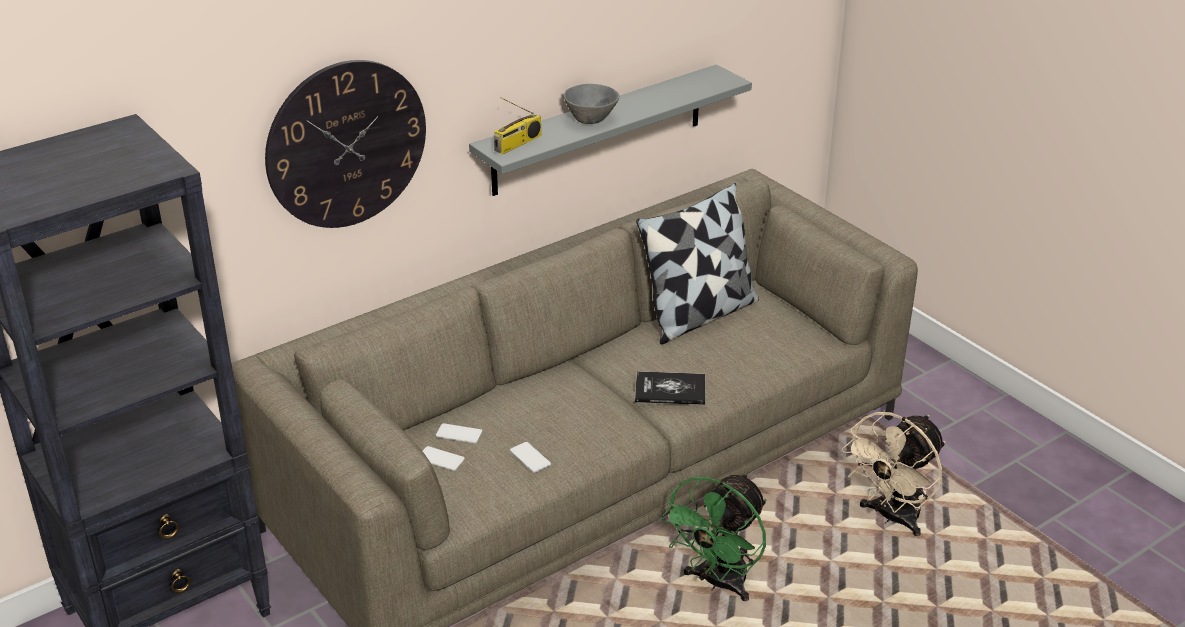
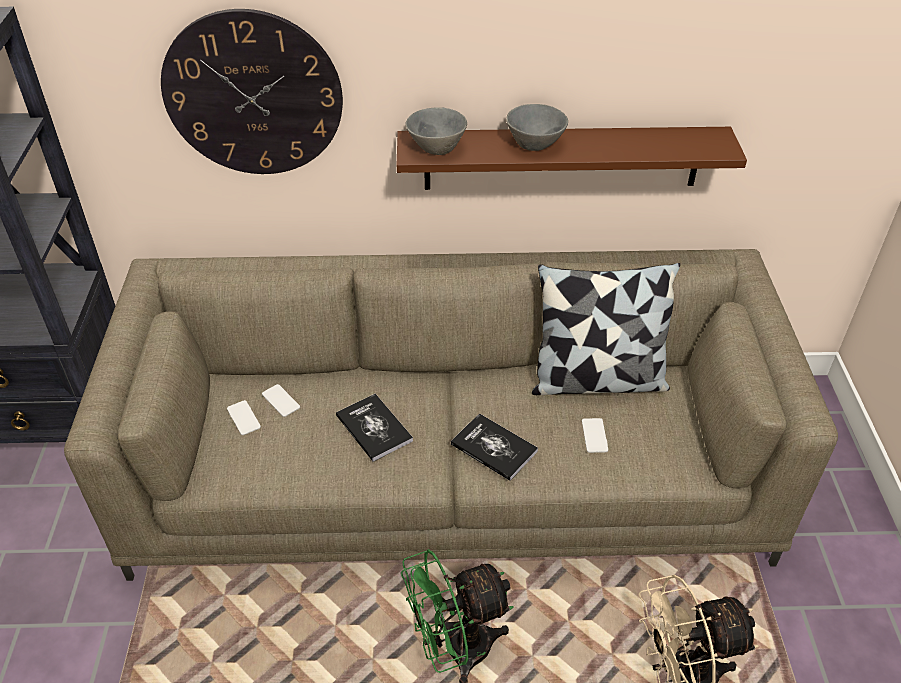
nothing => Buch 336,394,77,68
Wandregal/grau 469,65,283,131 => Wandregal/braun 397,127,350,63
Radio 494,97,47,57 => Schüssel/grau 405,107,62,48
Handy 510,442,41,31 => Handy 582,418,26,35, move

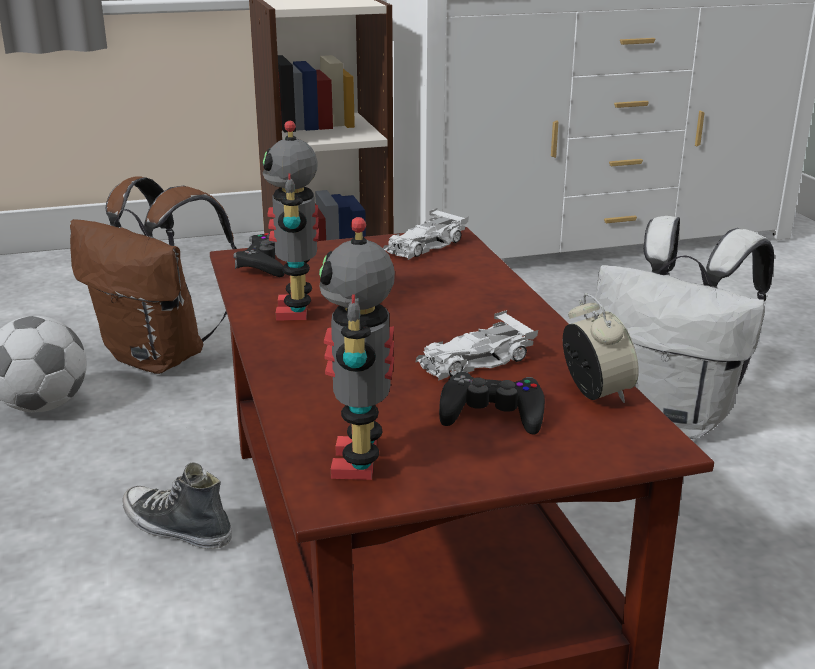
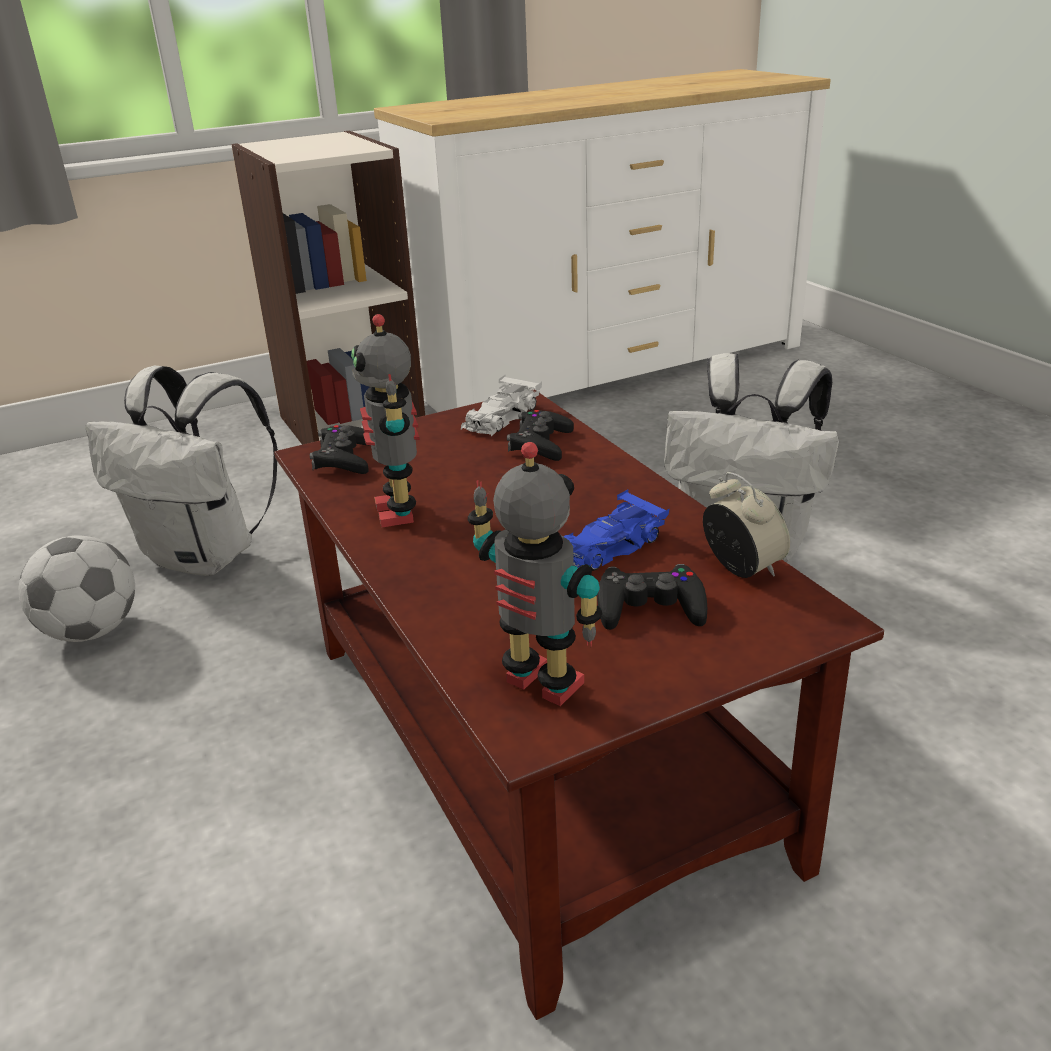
Rucksack/braun 70,176,167,198 => Rucksack/weiß 86,366,192,210
Spielzeugroboter 319,217,76,263 => Spielzeugroboter 468,442,134,264, 135 degrees clockwise
nothing => Gamepad/schwarz 507,410,67,51
Spielzeugauto/weiß 416,310,122,71 => Spielzeugauto/blau 564,489,105,82
Schuh 123,462,109,87 => nothing

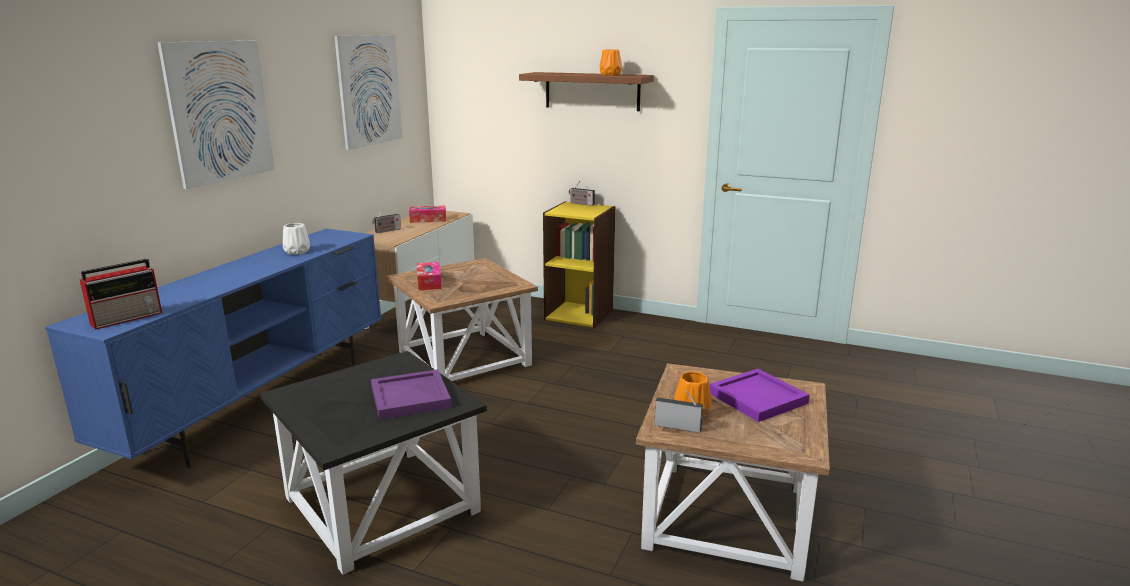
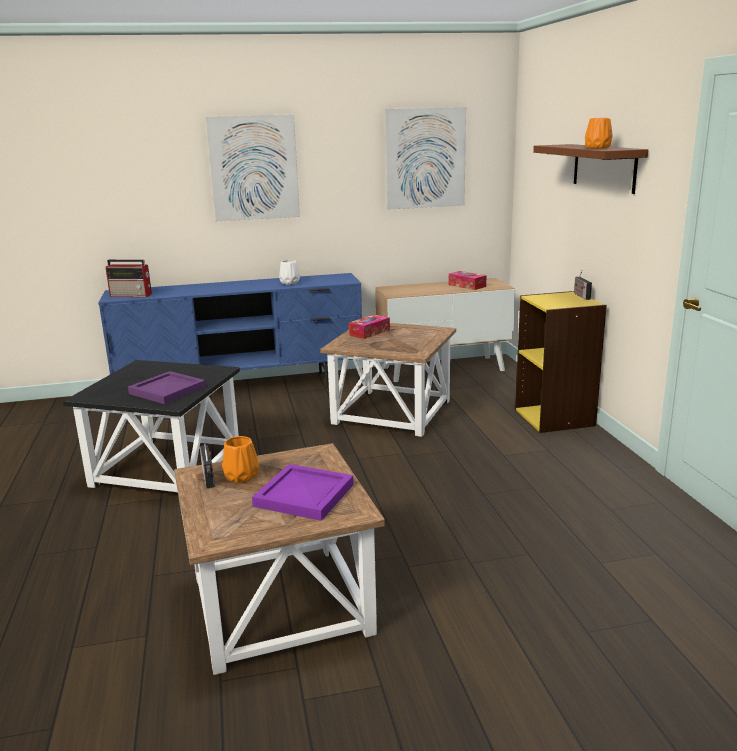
Radio 372,209,29,24 => nothing

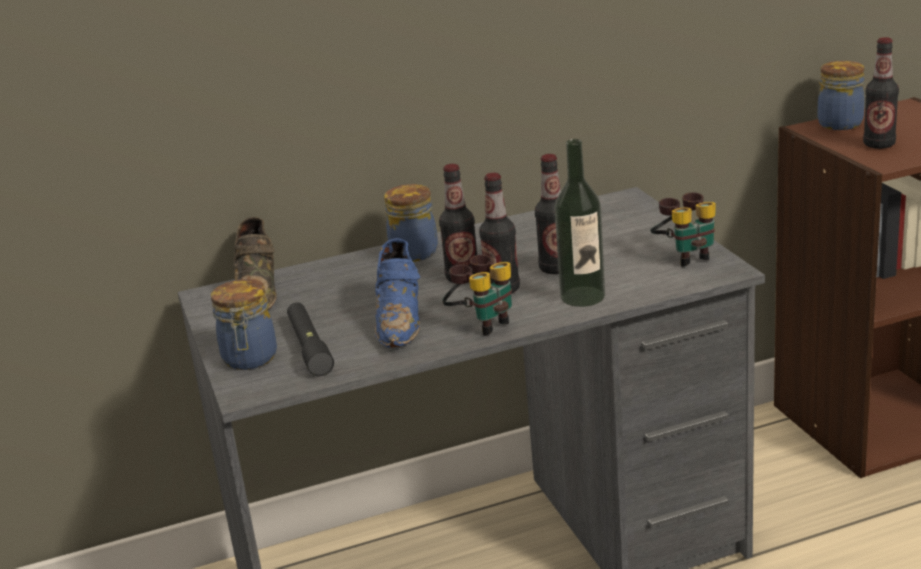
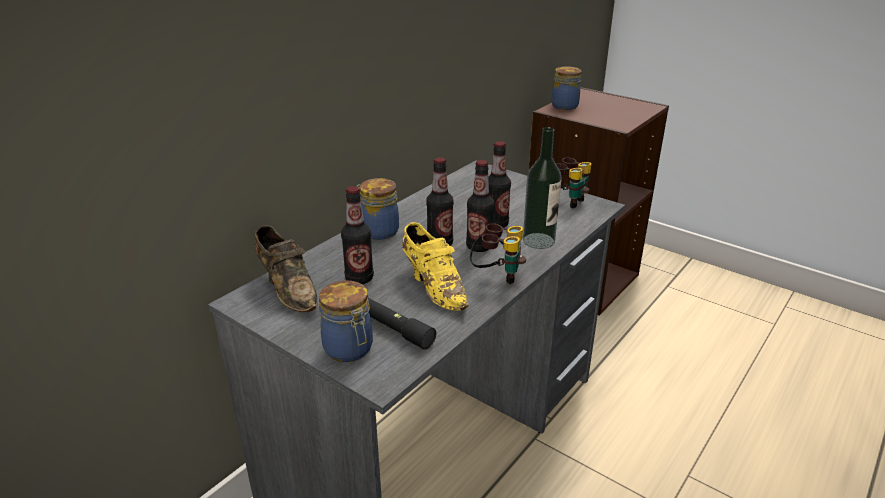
Flasche 863,37,36,112 => Flasche 341,186,33,98, move
Schuh/blau 375,238,45,110 => Schuh/gelb 402,222,67,89

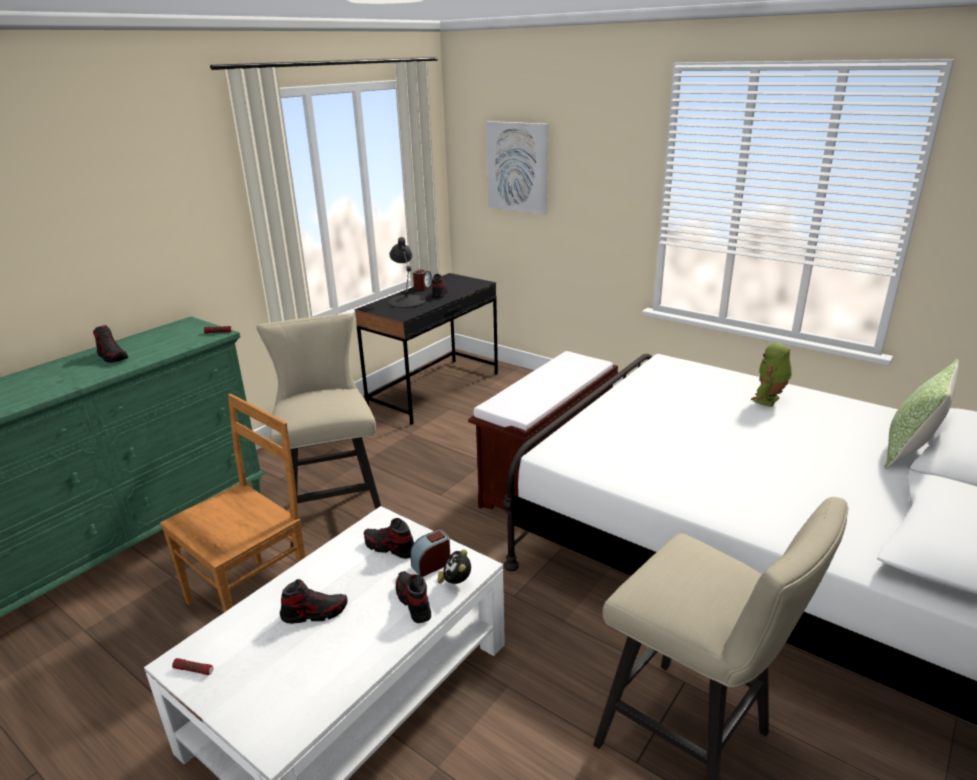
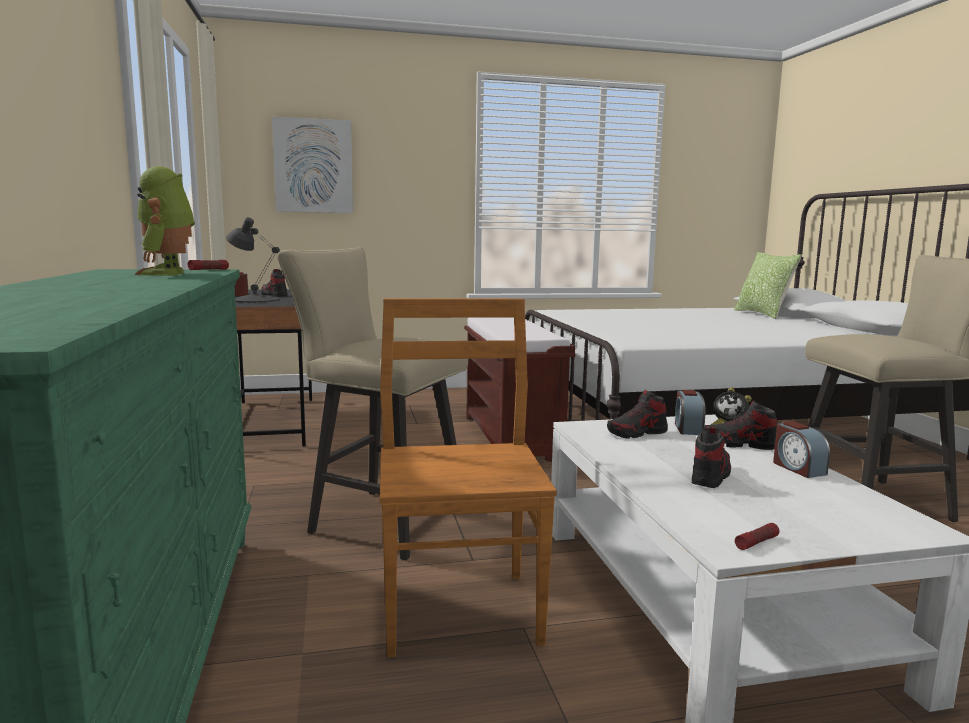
Spielzeugroboter 750,343,42,64 => Spielzeugroboter 135,166,60,109, move
nothing => Wecker 773,421,57,57
Schuh 93,325,35,38 => nothing

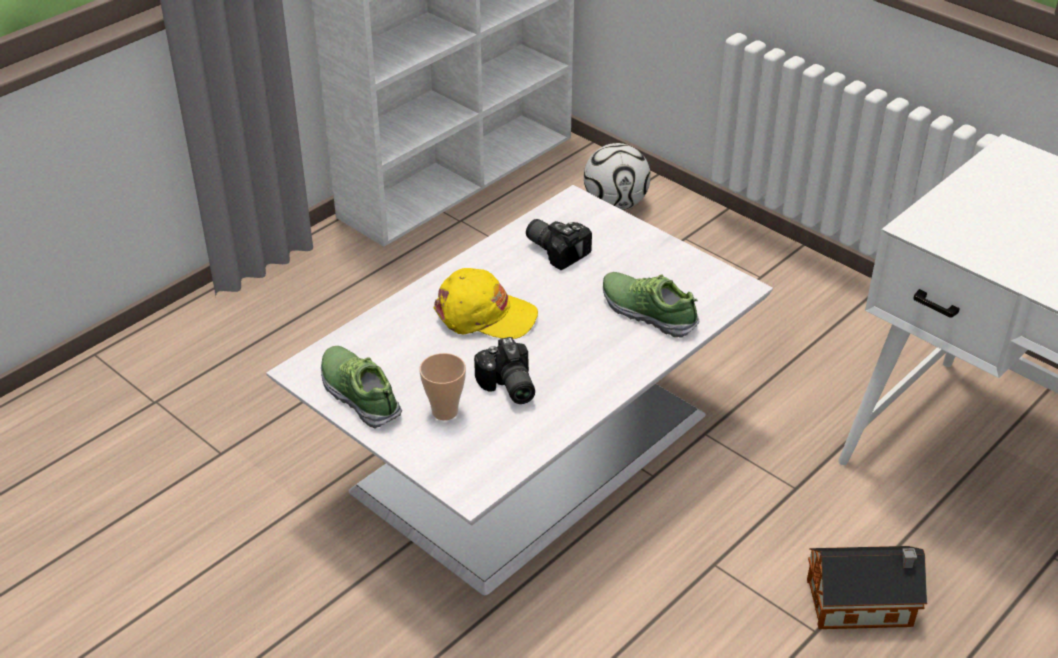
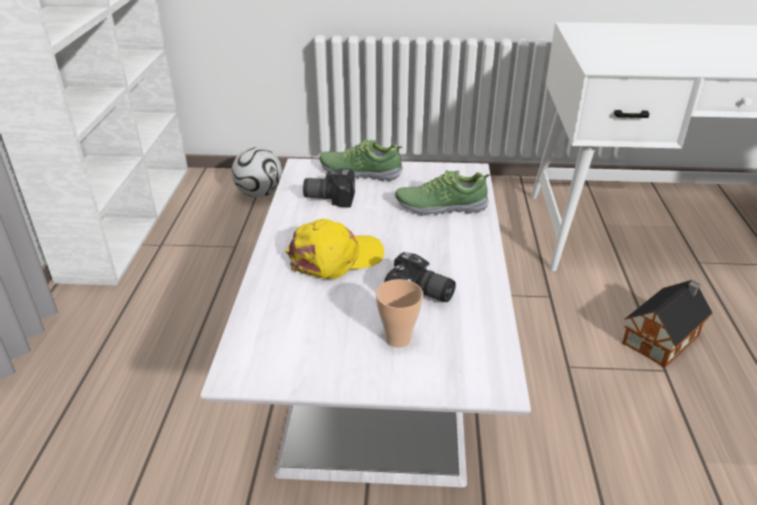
Schuh 321,346,81,83 => Schuh 319,139,84,42, move

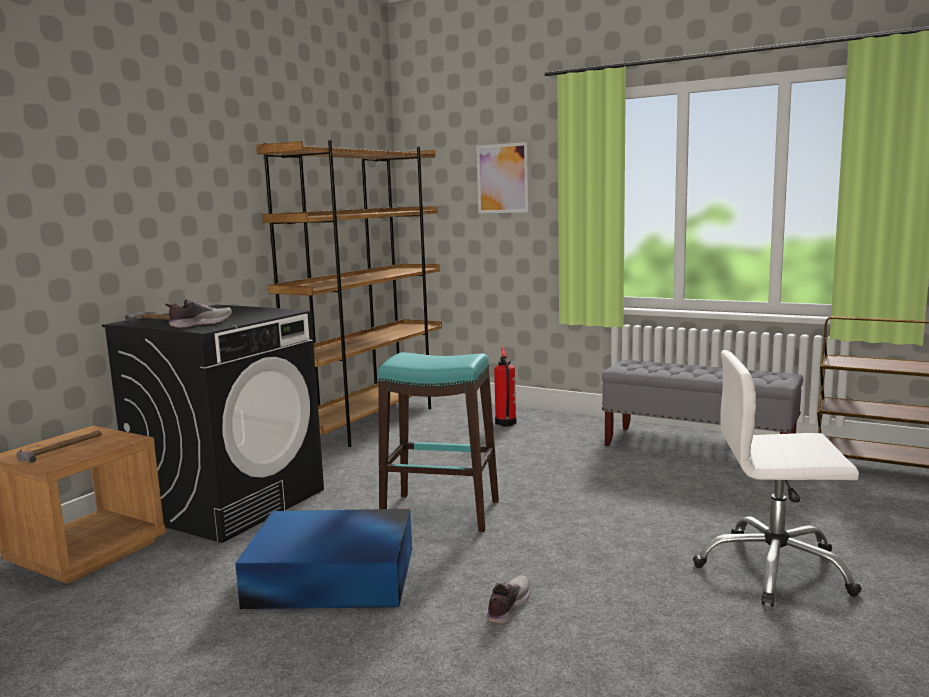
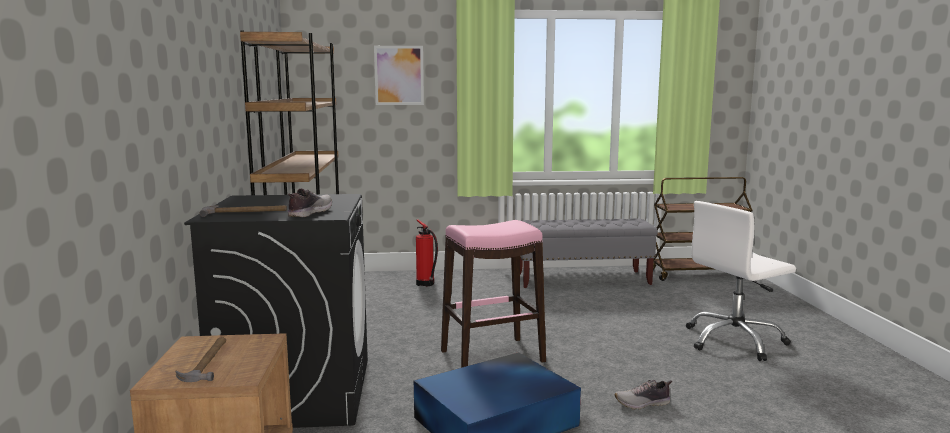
Hocker/türkis 378,352,121,180 => Hocker/rosa 441,220,105,148
Schuh 487,575,43,49 => Schuh 615,380,57,29, 90 degrees counterclockwise

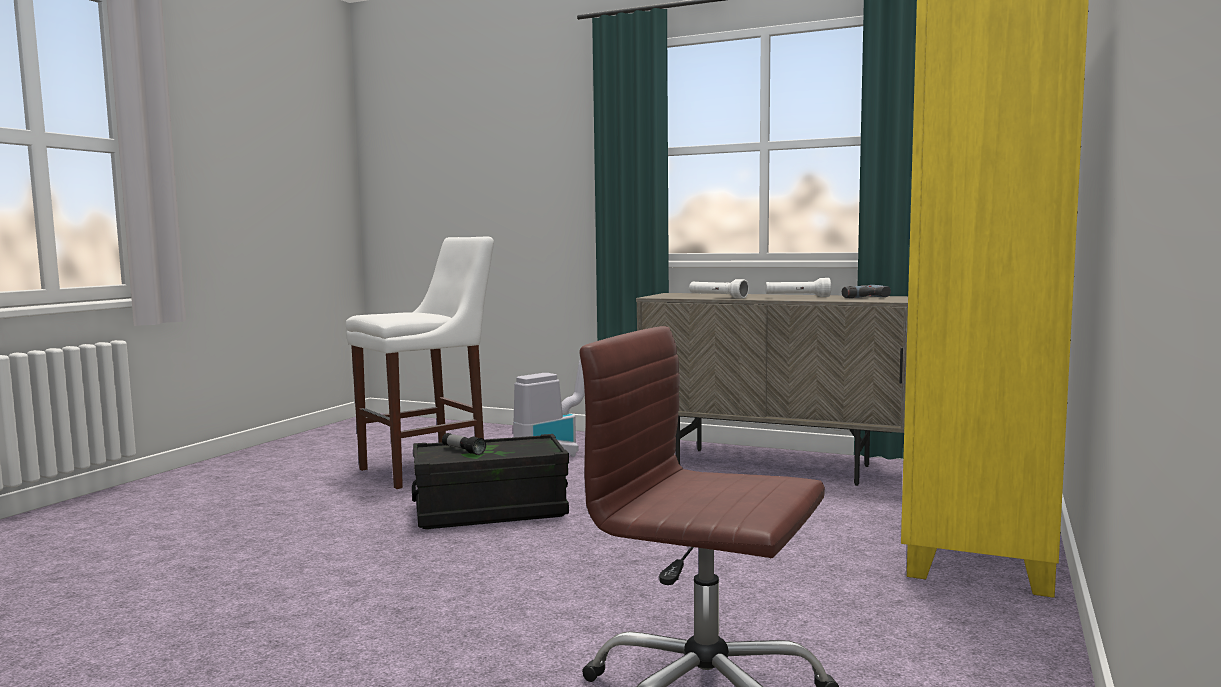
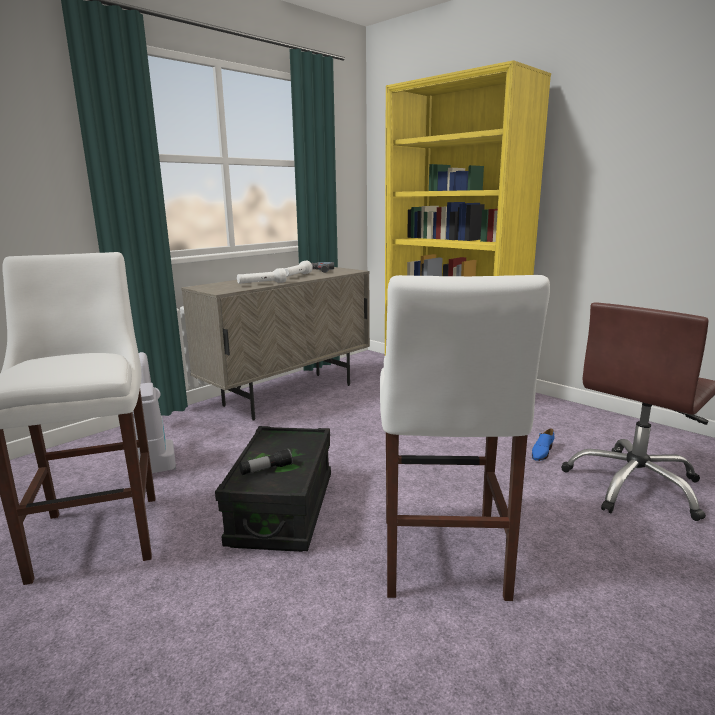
nothing => Hocker/weiß 380,275,170,326
nothing => Schuh/blau 532,429,22,32

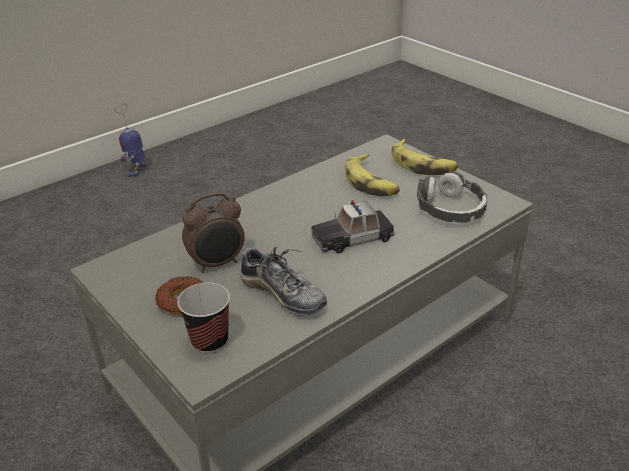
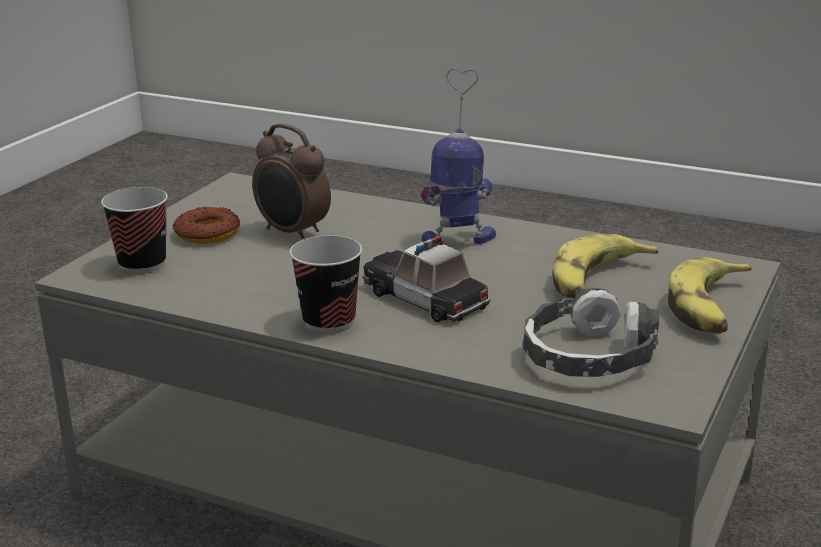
nothing => Tasse 289,235,73,98
Spielzeugroboter 115,103,31,74 => Spielzeugroboter 421,68,75,177, move
Schuh 240,245,87,71 => nothing

